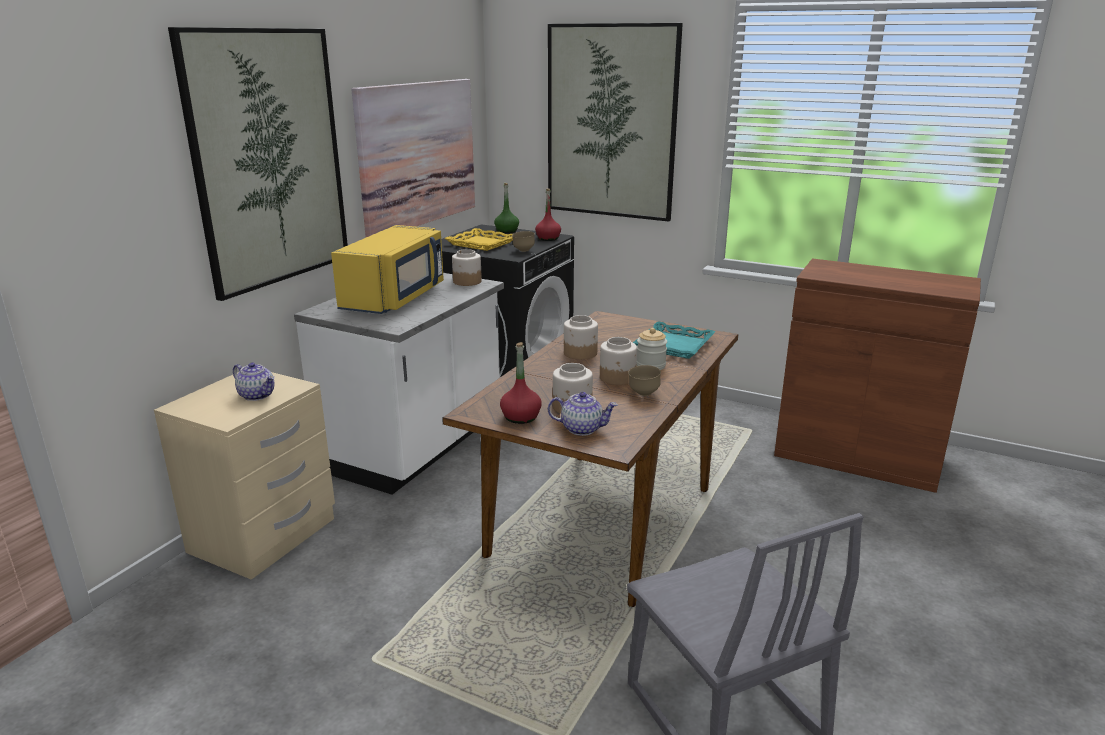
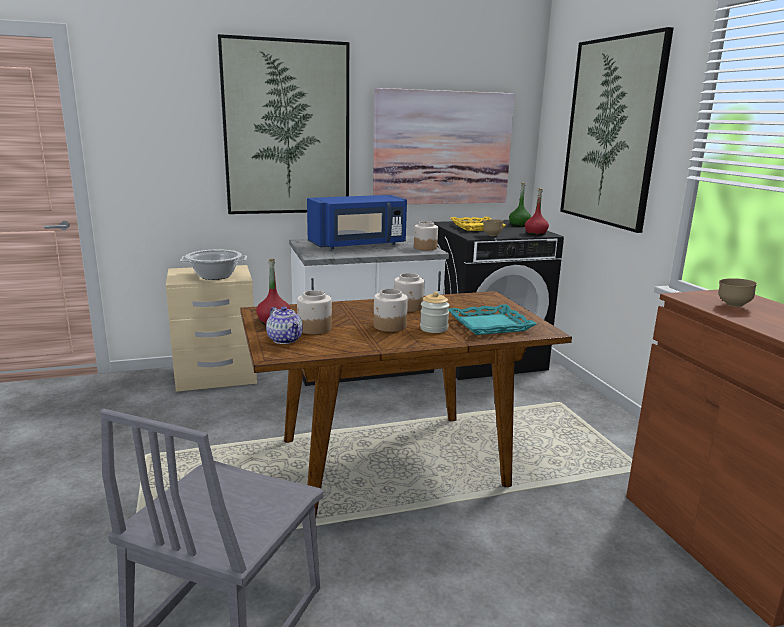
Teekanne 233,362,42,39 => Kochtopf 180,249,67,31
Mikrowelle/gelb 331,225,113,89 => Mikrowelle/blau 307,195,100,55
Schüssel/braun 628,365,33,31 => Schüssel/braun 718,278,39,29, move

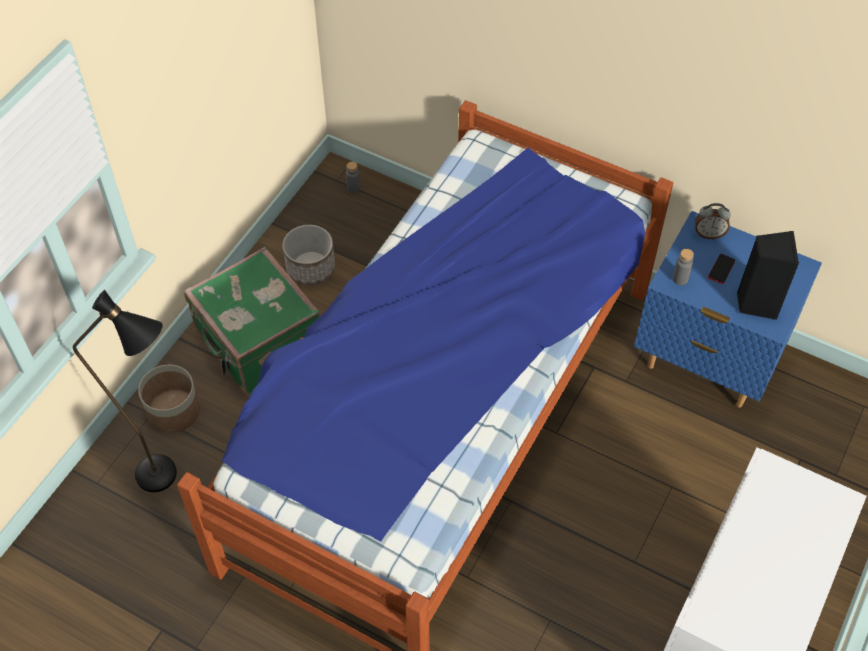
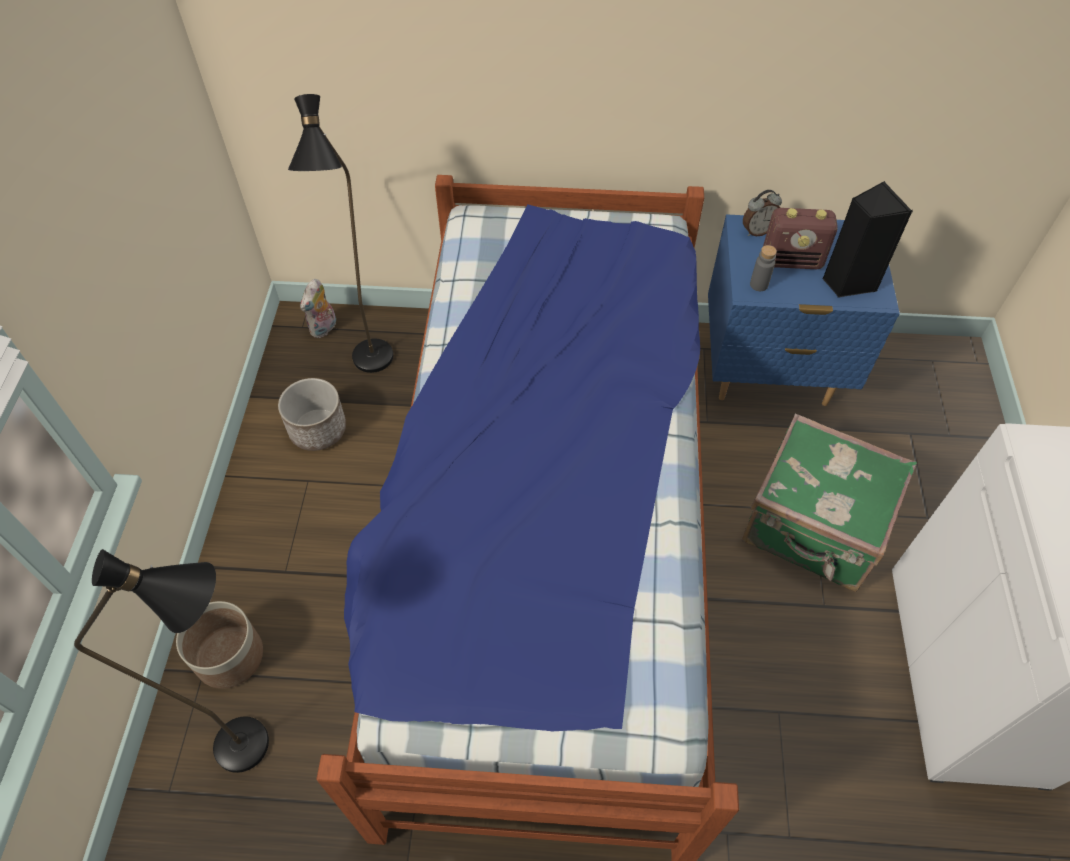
nothing => Stehlampe/schwarz 288,94,105,279
Flasche/grau 346,162,14,31 => Plüschtier 300,279,36,59
Koffer/grün 184,247,136,149 => Koffer/grün 742,413,175,179, move
Handy 708,254,27,30 => Radio 763,208,75,61

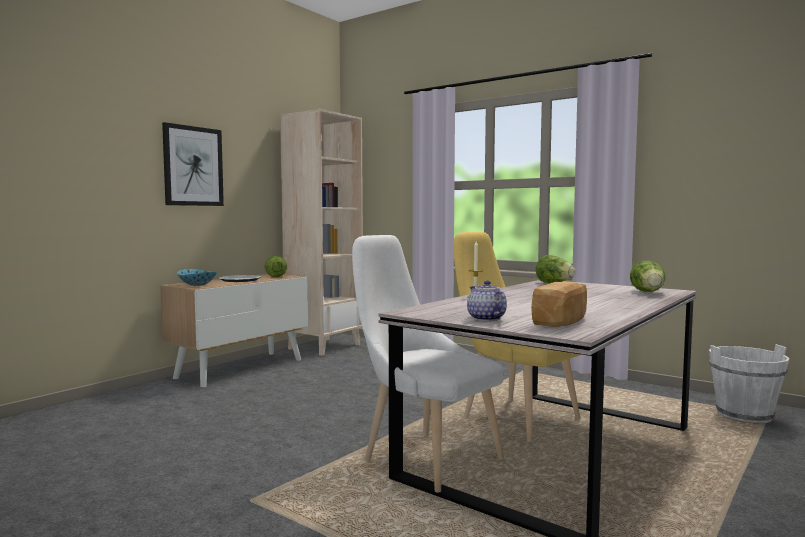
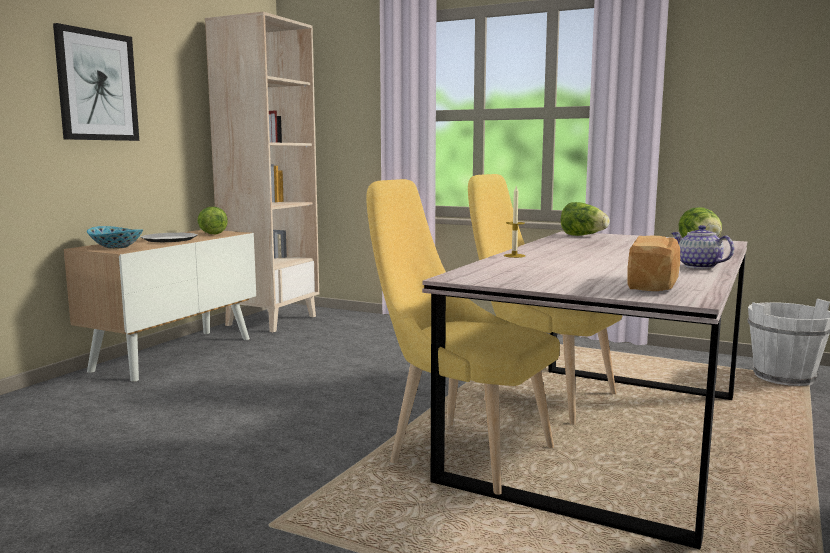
Stuhl/weiß 352,235,152,258 => Stuhl/gelb 366,179,194,316
Teekanne 467,280,40,41 => Teekanne 672,225,62,44, move

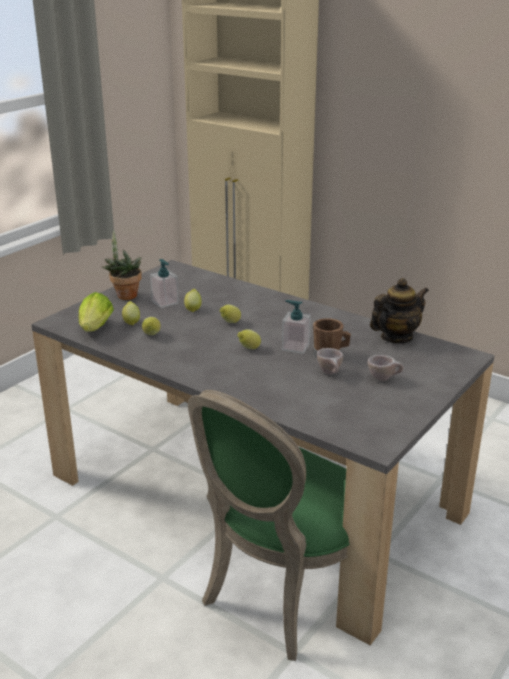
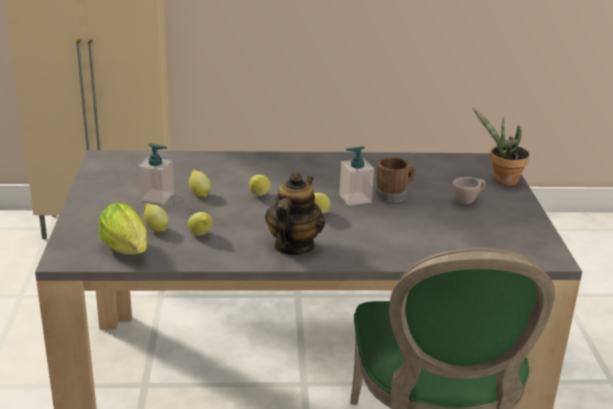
Teekanne 370,278,59,65 => Teekanne 265,172,60,83, move
Topfpflanze 102,230,40,70 => Topfpflanze 473,108,57,78, move
Tasse/beige 317,348,26,27 => nothing

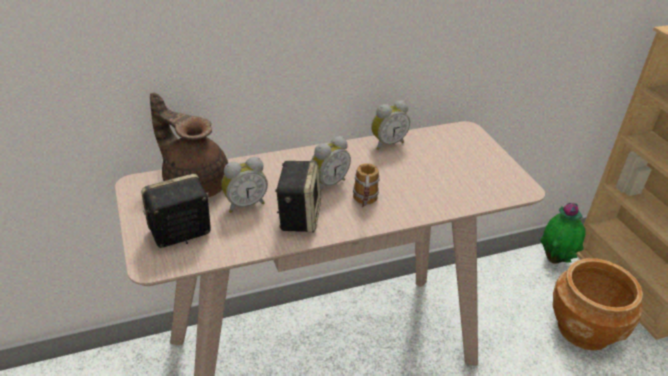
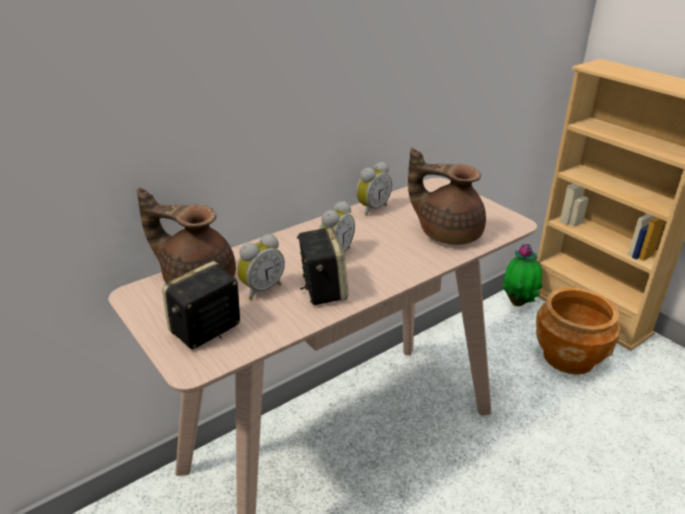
nothing => Teekanne/braun 408,148,78,97
Henkelbecher 353,163,27,44 => nothing

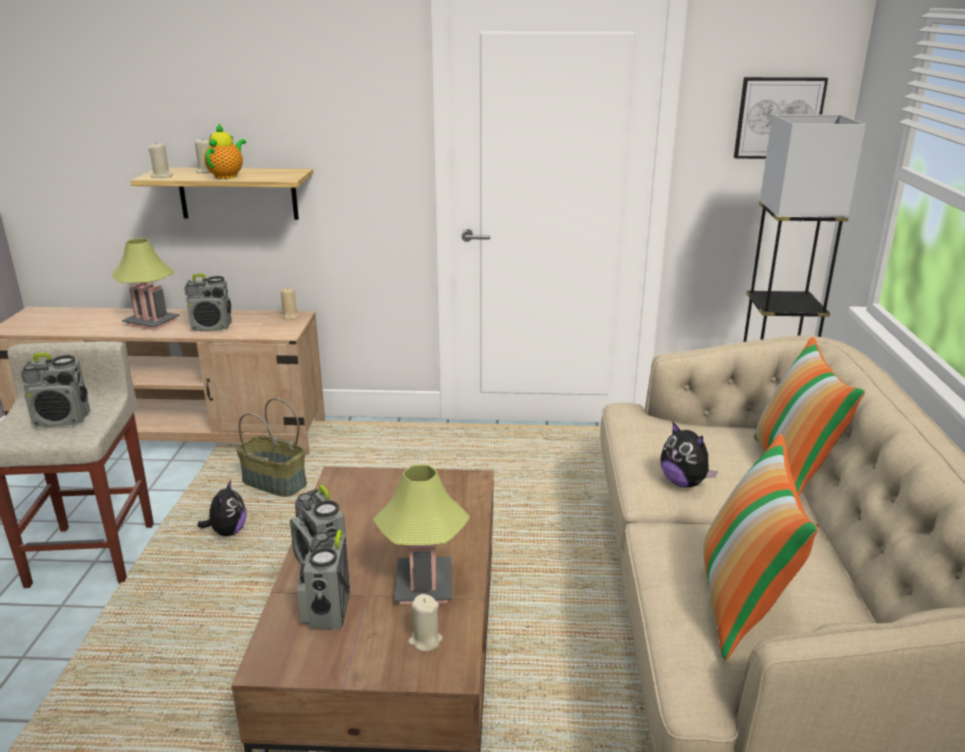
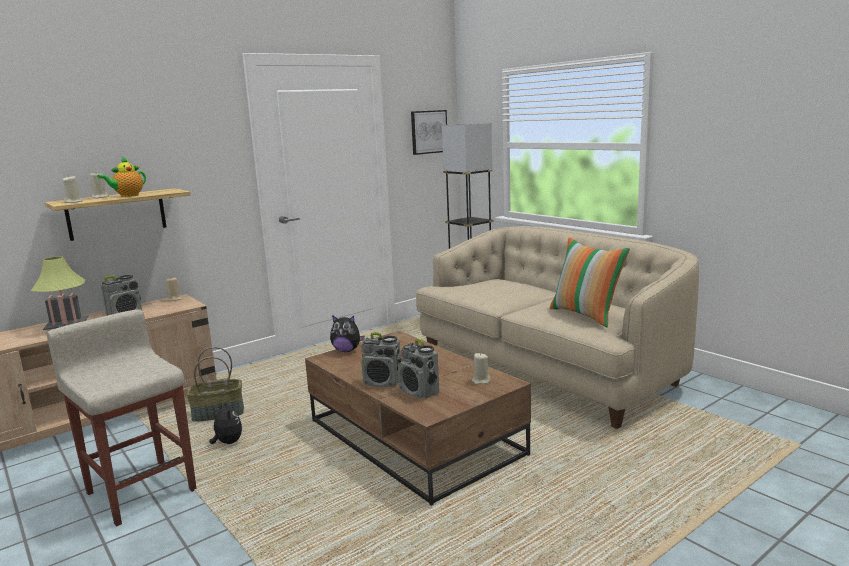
Teekanne 204,123,42,56 => Teekanne 97,156,49,41, 120 degrees counterclockwise
Plüschtier 661,422,57,65 => Plüschtier 330,315,35,37, move
Radio 21,353,69,74 => nothing
Tischlampe 373,465,97,139 => nothing
Kissen 753,337,112,159 => nothing

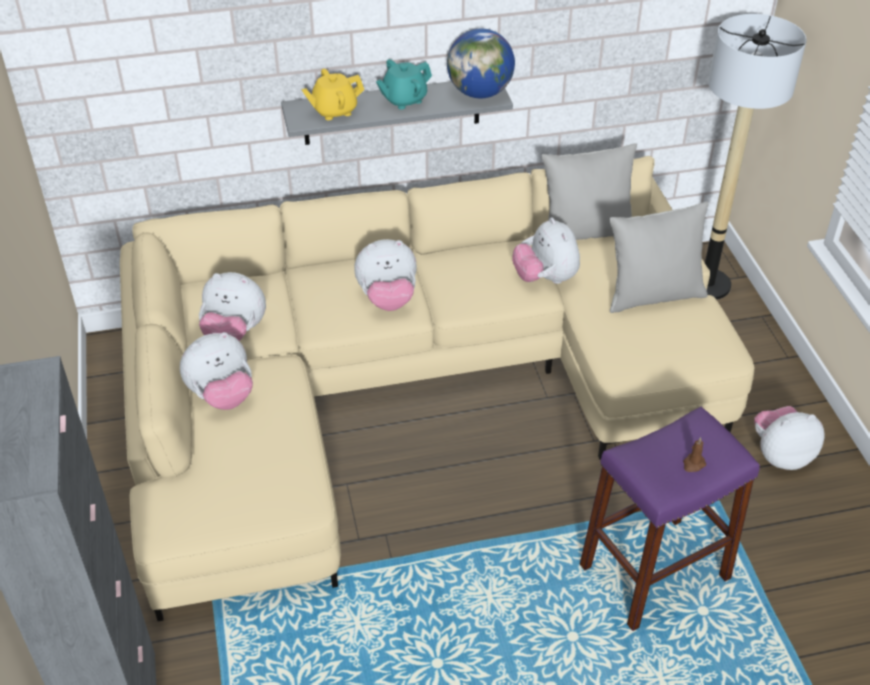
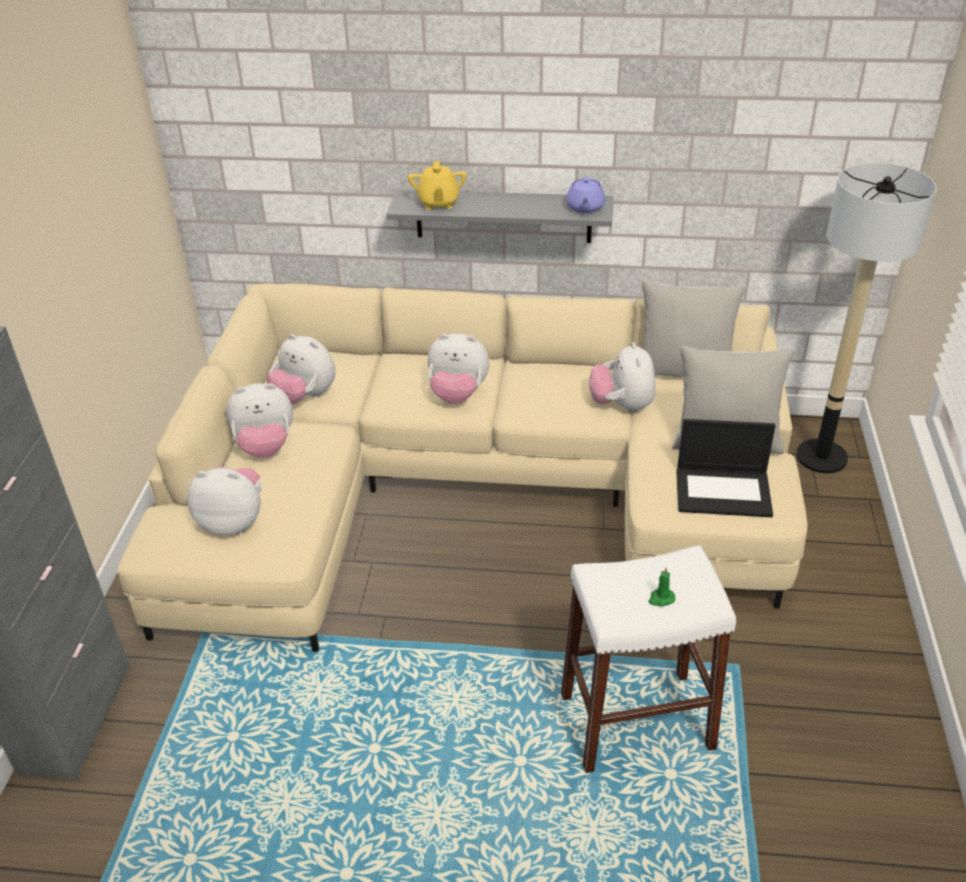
Plüschtier 754,406,71,64 => Plüschtier 187,467,74,68, move
Teekanne/gelb 301,69,63,51 => Teekanne/gelb 408,161,59,49, 90 degrees counterclockwise
Hocker/lila 580,407,180,224 => Hocker/weiß 561,545,175,228
Globus 447,28,68,71 => Teekanne/lila 566,176,39,37
Kerze/braun 683,437,23,35 => Kerze/grün 649,567,26,39
nothing => Laptop 676,419,99,98
Teekanne/türkis 376,59,56,51 => nothing

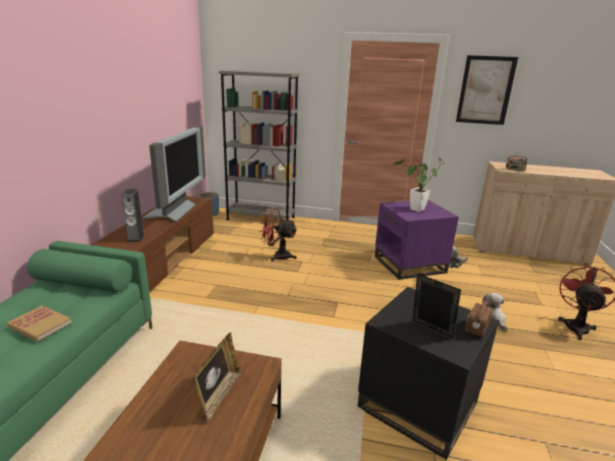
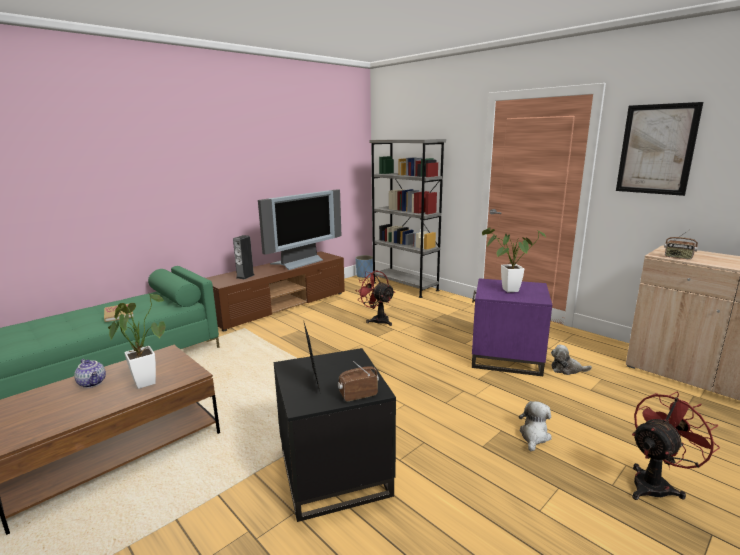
nothing => Teekanne 74,359,32,29
Bilderrahmen 193,333,49,88 => Topfpflanze 108,294,58,95

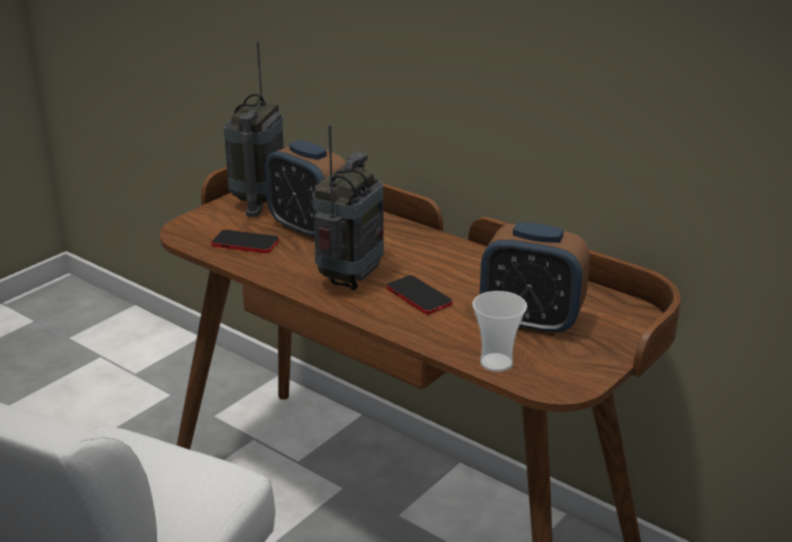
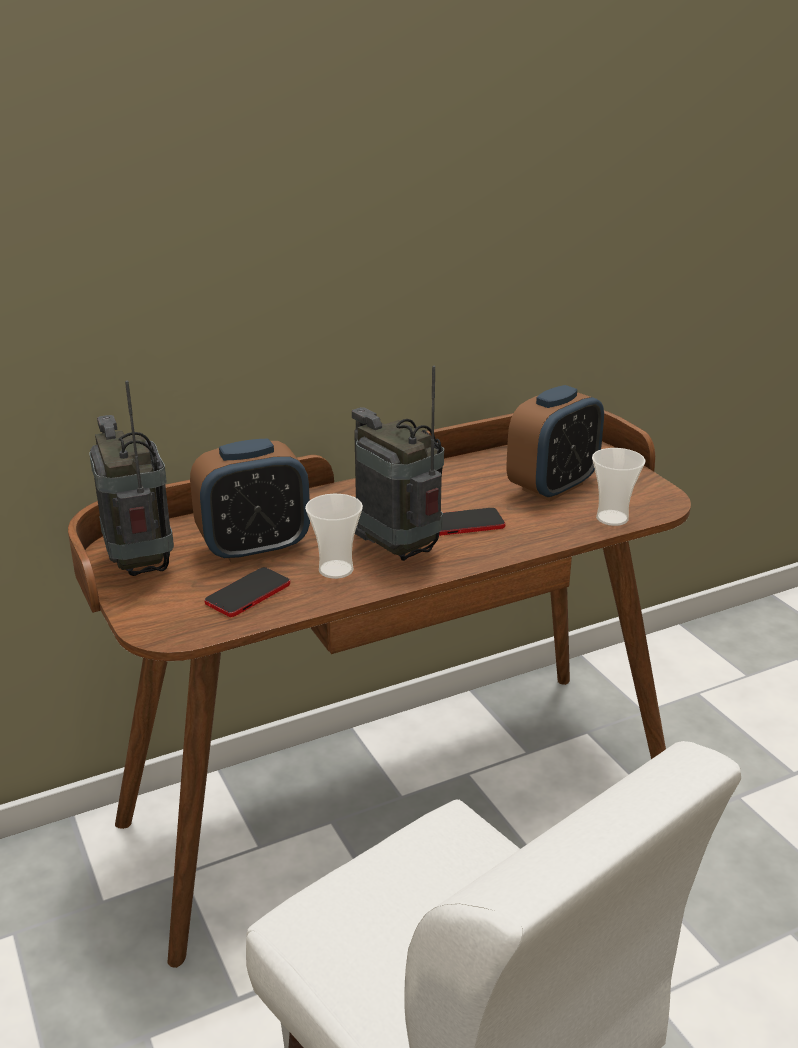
Radio 224,42,60,176 => Radio 89,381,85,195, 150 degrees counterclockwise
nothing => Tasse 305,494,58,85

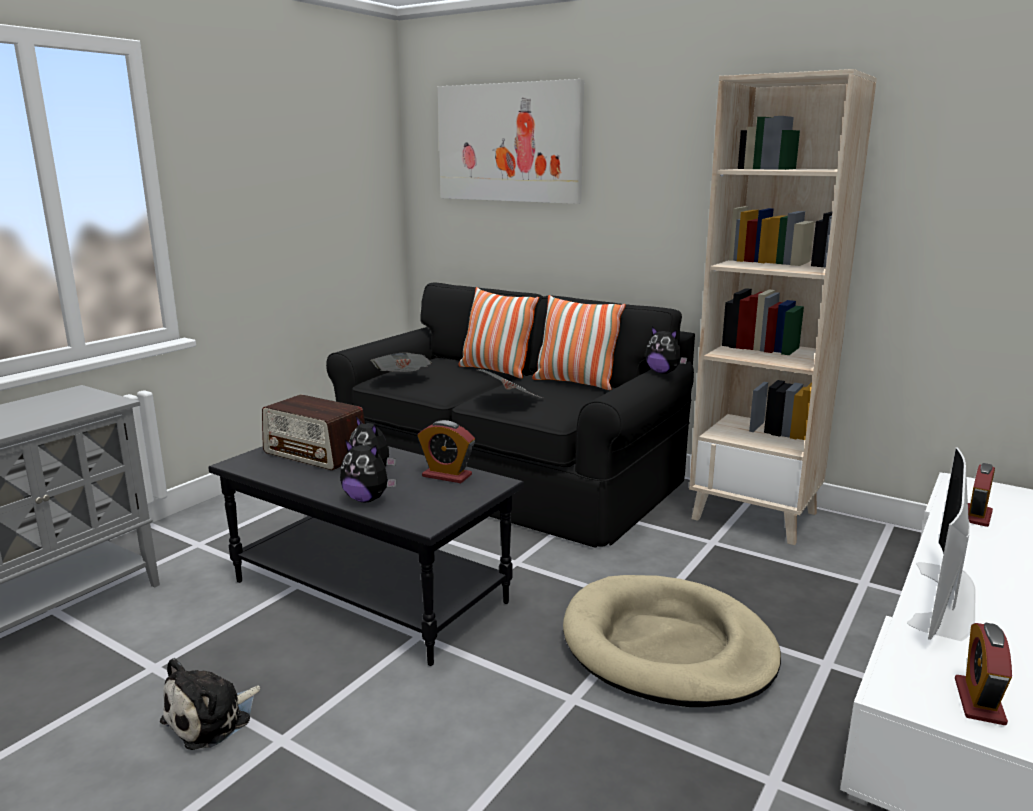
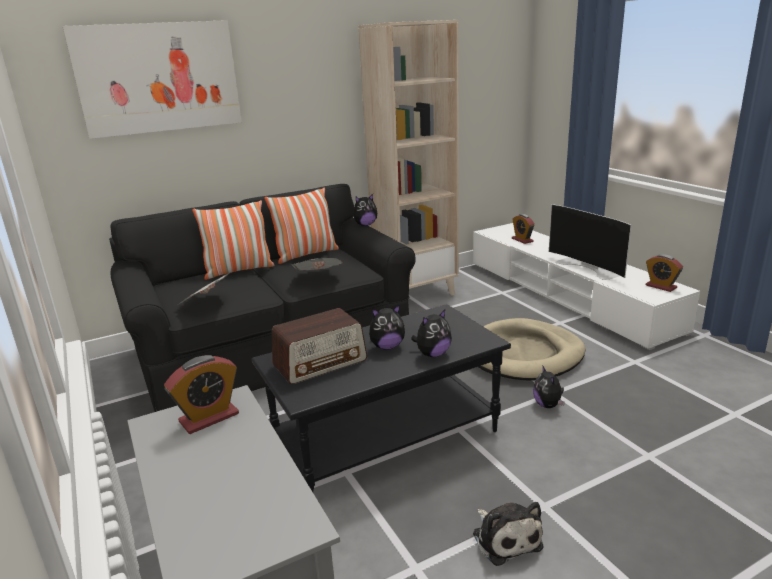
Wecker 417,420,58,63 => Wecker 164,355,75,79, move
nothing => Plüschtier 533,365,32,43

